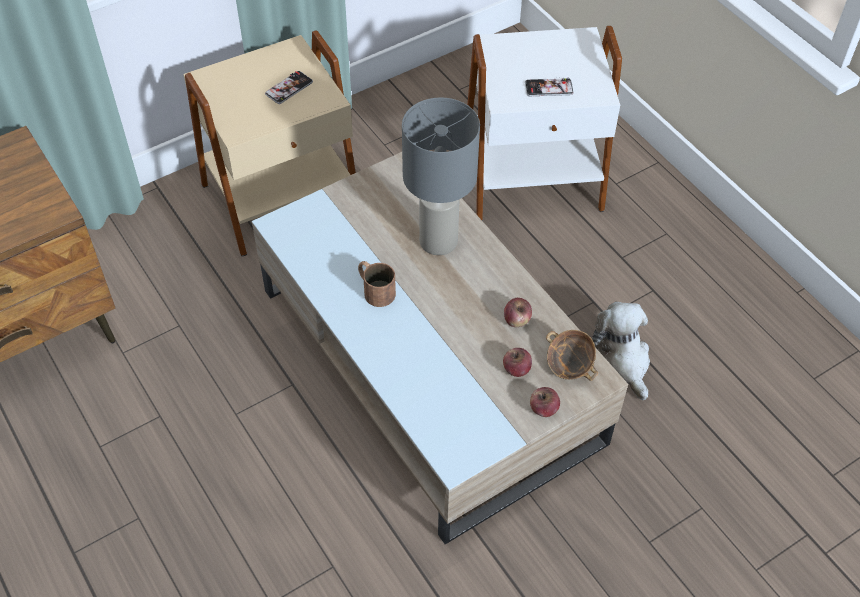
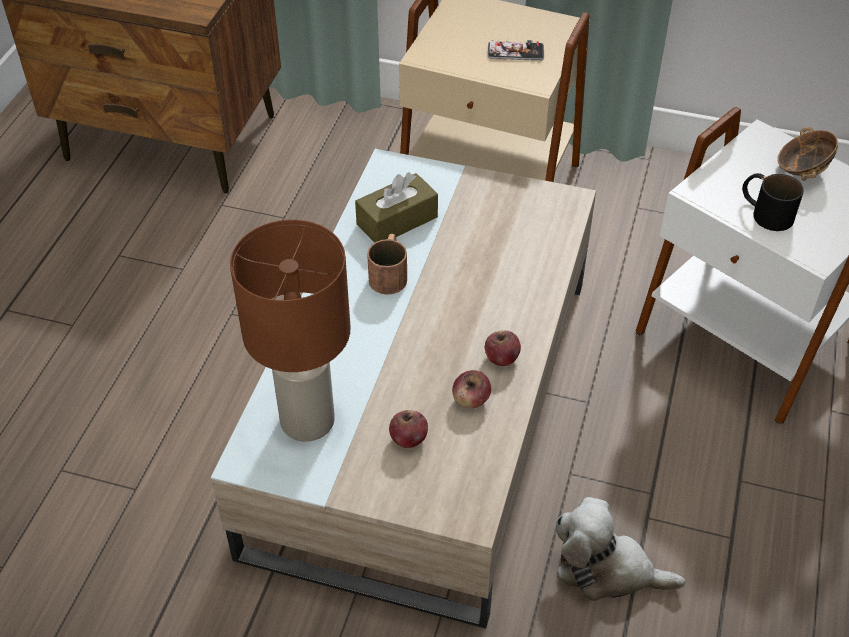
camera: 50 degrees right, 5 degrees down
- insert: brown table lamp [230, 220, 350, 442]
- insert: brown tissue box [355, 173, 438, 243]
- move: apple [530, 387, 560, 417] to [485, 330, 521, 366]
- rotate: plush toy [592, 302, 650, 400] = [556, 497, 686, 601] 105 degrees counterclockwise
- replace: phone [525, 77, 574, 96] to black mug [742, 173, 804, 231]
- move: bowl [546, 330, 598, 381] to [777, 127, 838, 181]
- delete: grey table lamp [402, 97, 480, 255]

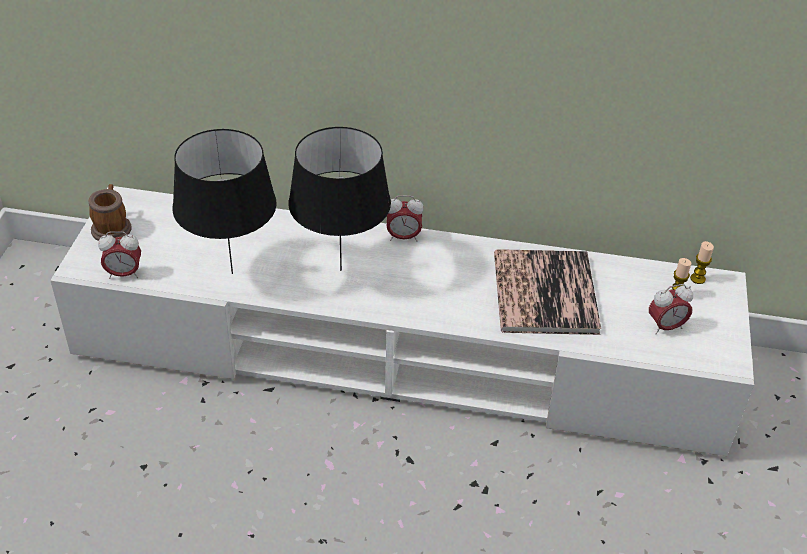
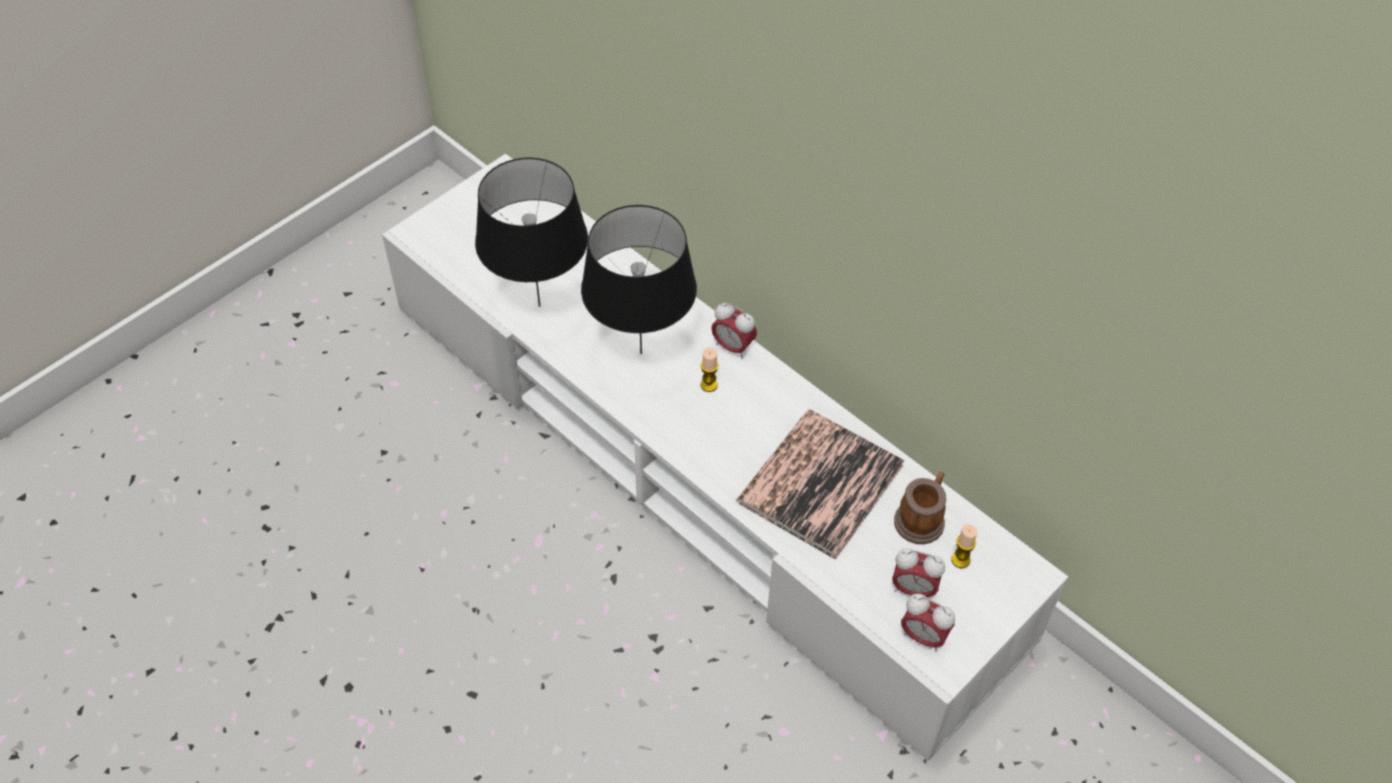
camera: 35 degrees right, 10 degrees up
- move: candle [690, 241, 714, 284] to [700, 347, 719, 392]
- move: mug [89, 184, 132, 241] to [894, 472, 946, 544]
- move: alarm clock [98, 231, 141, 279] to [901, 594, 955, 652]

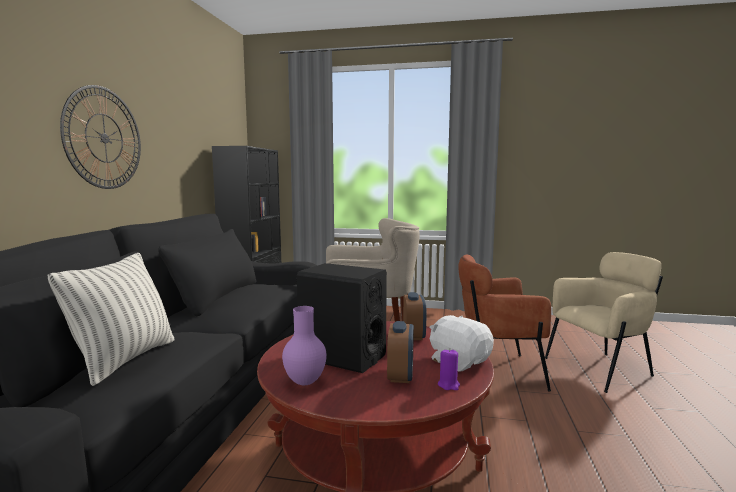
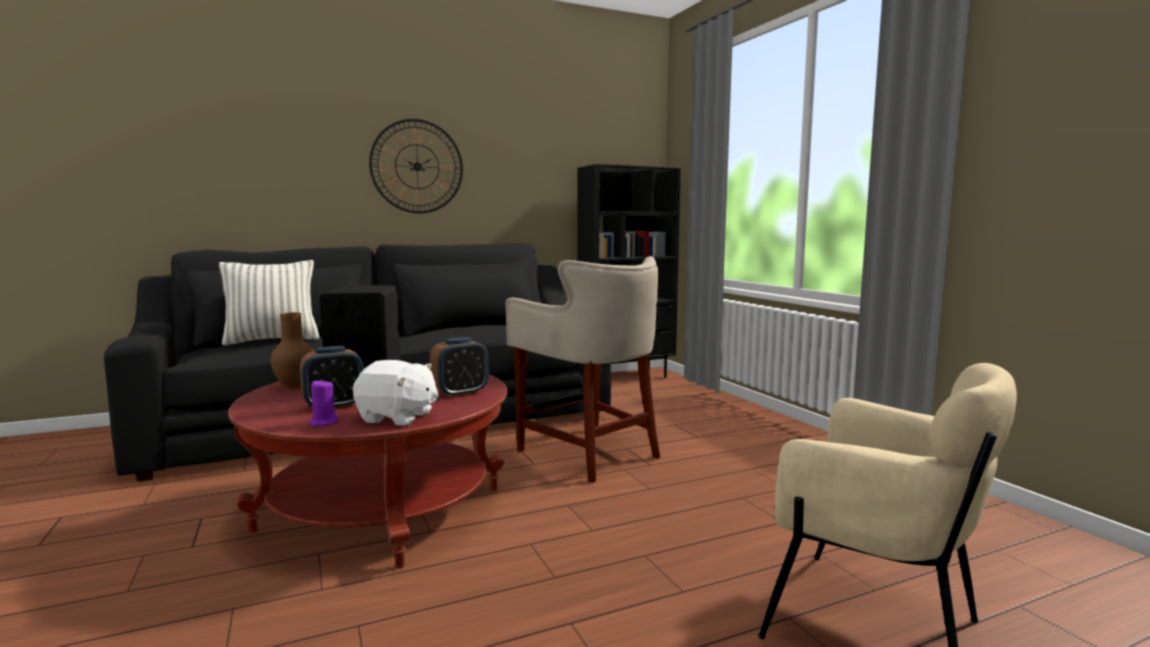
camera: 55 degrees right, 0 degrees up
- recolor: purple vase [282, 306, 327, 385] to brown vase [271, 312, 314, 388]
- rotate: white plush toy [429, 315, 494, 372] = [353, 360, 439, 425] 90 degrees clockwise
- delete: brown armchair [458, 254, 551, 392]

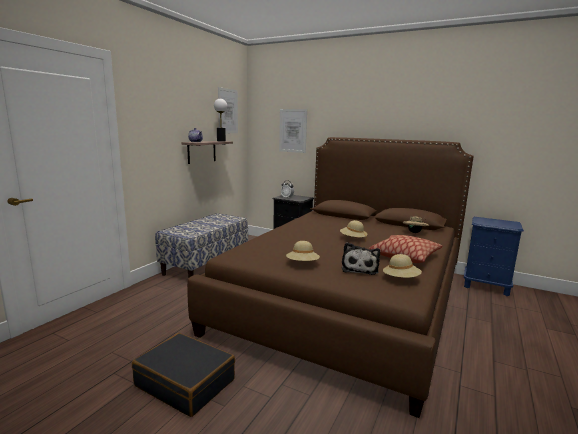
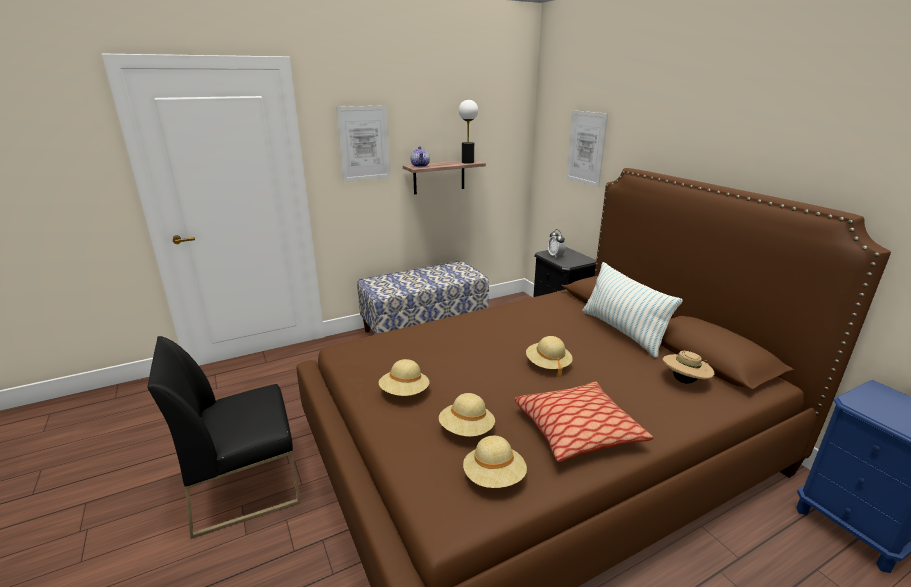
camera: 35 degrees right, 10 degrees up
- replace: black suitcase [132, 333, 235, 417] to black chair [147, 336, 301, 539]
- move: picture [218, 87, 238, 133] to [336, 105, 391, 182]
- replace: plush toy [342, 242, 380, 275] to beige hat [439, 393, 495, 437]
- insert: pillow [583, 262, 683, 358]

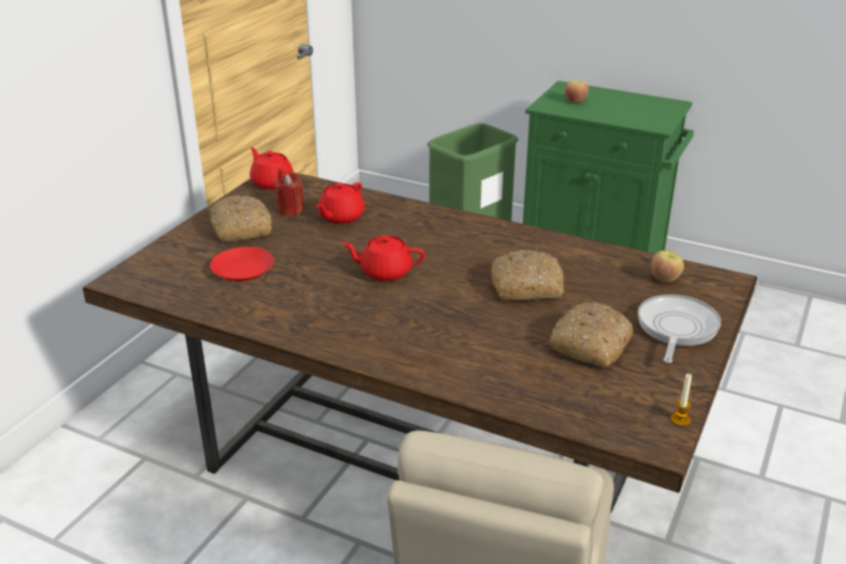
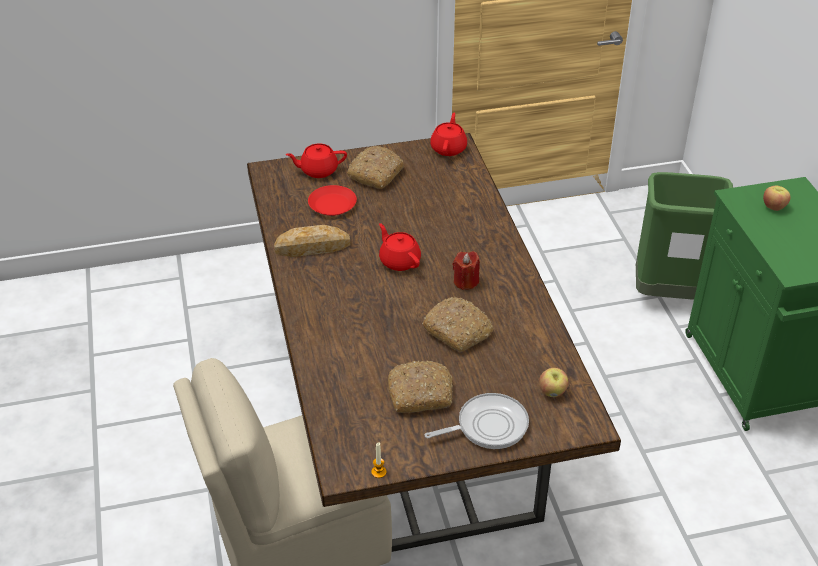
camera: 50 degrees right, 10 degrees up
- insert: bread [274, 225, 350, 257]
- move: red teapot [316, 182, 365, 224] to [285, 143, 347, 178]
- move: red candle [275, 172, 304, 216] to [452, 251, 480, 290]

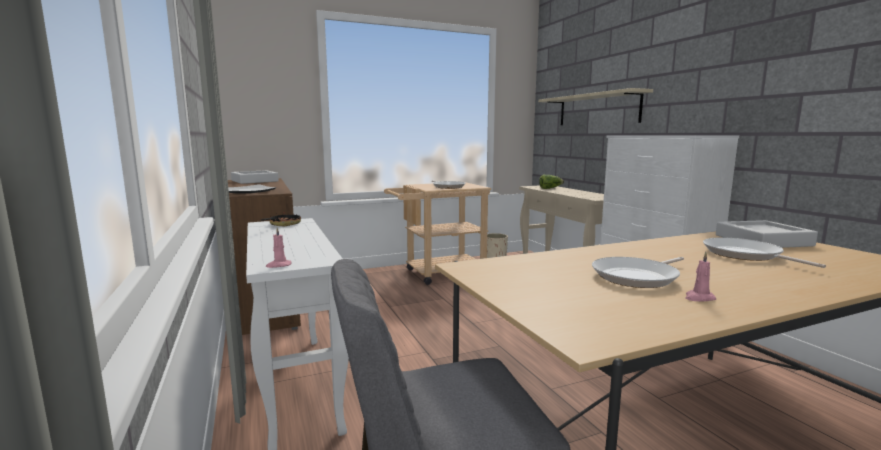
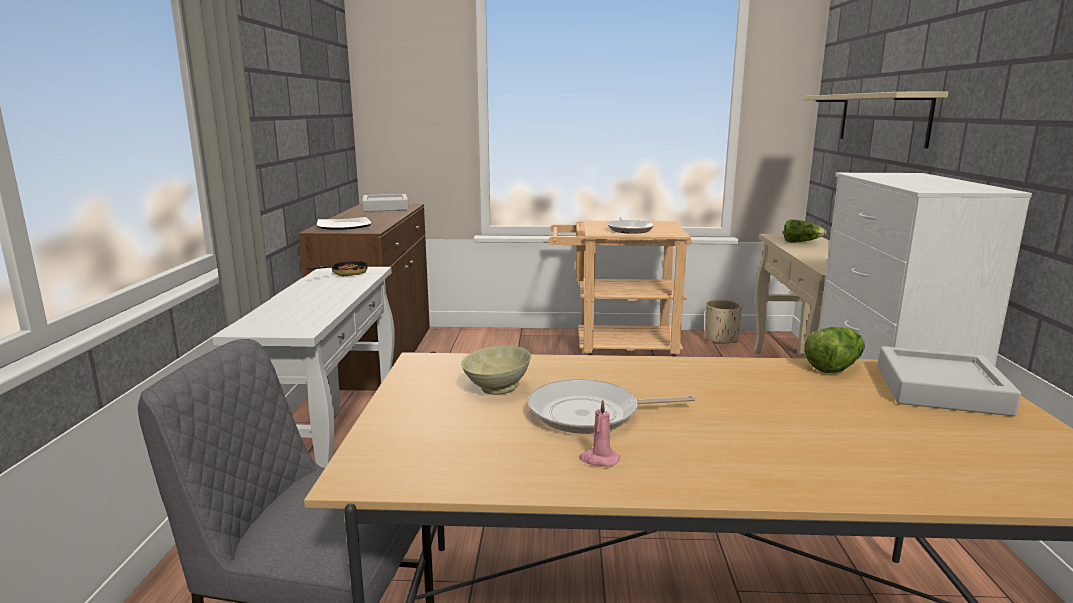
camera: 25 degrees right, 5 degrees up
- insert: beige bowl [461, 345, 531, 395]
- insert: lettuce [804, 327, 865, 373]
- delete: pink candle [266, 227, 291, 268]
- delete: frying pan [703, 237, 826, 268]

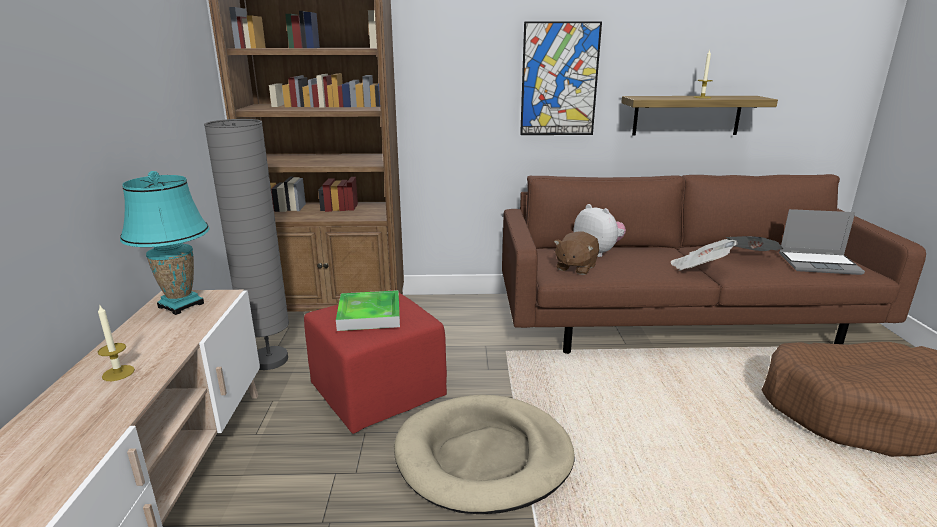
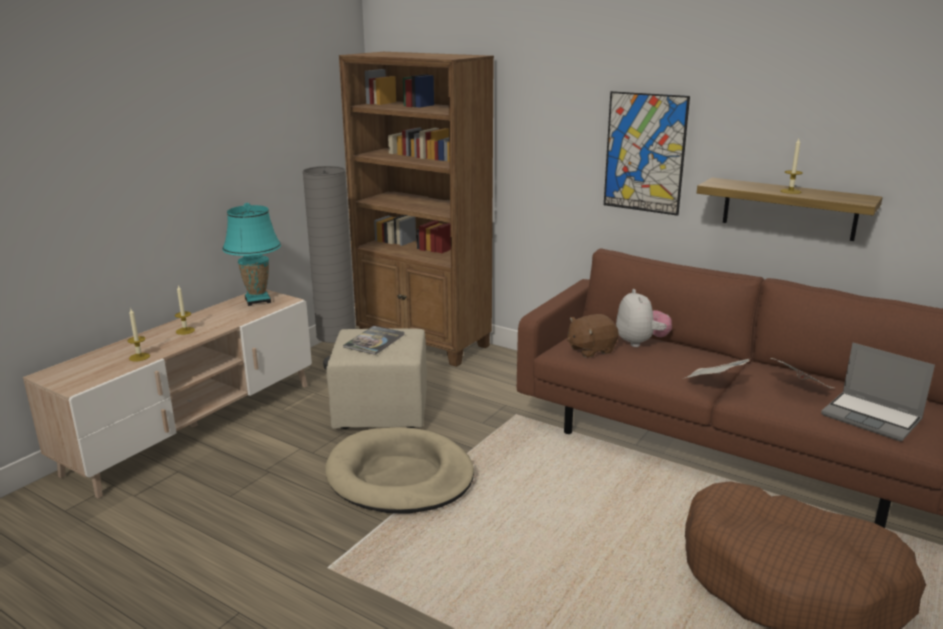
camera: 35 degrees right, 0 degrees up
- insert: candle [127, 309, 150, 362]
- recolor: red ottoman [304, 290, 447, 434] to beige ottoman [326, 329, 427, 429]
- replace: tray [336, 290, 400, 331] to book [343, 326, 405, 355]

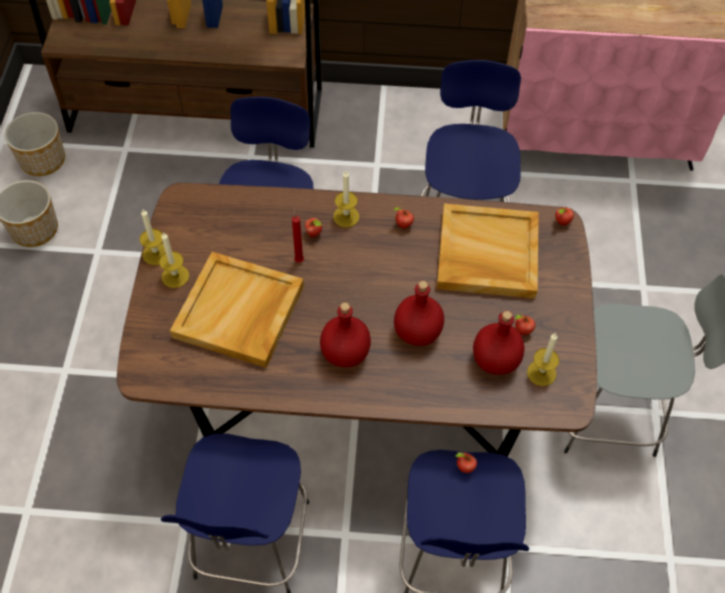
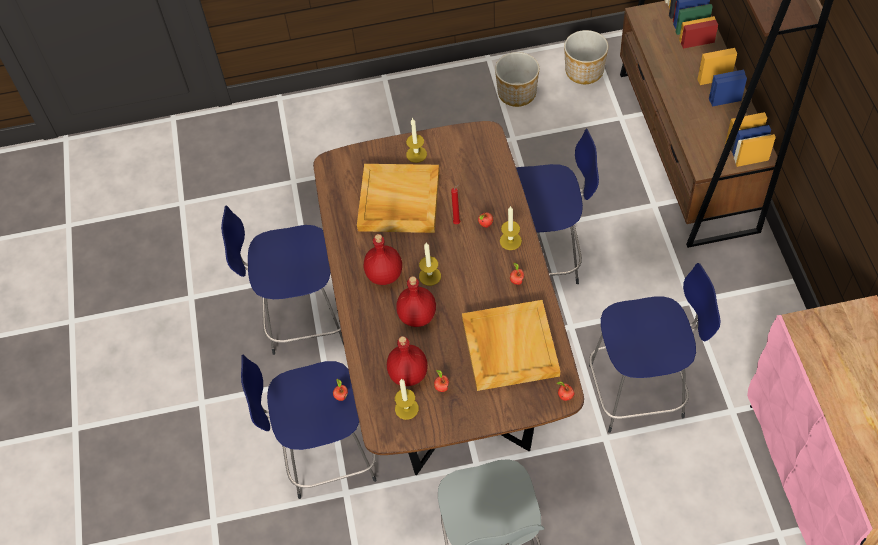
camera: 80 degrees right, 0 degrees up
- move: candle [140, 209, 166, 265] to [419, 243, 441, 286]

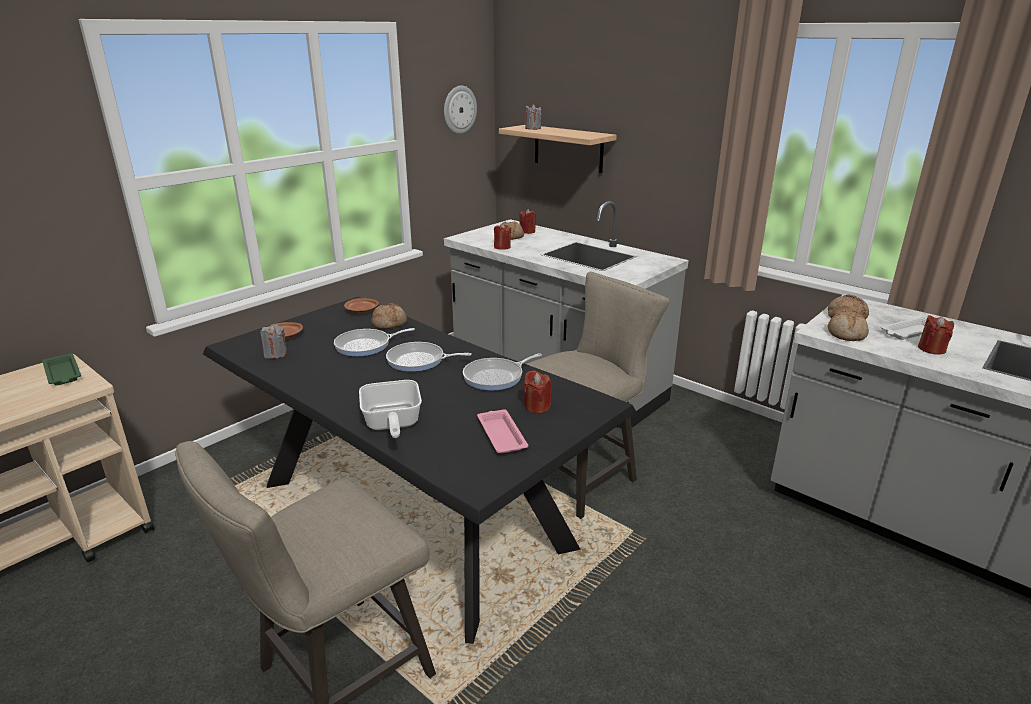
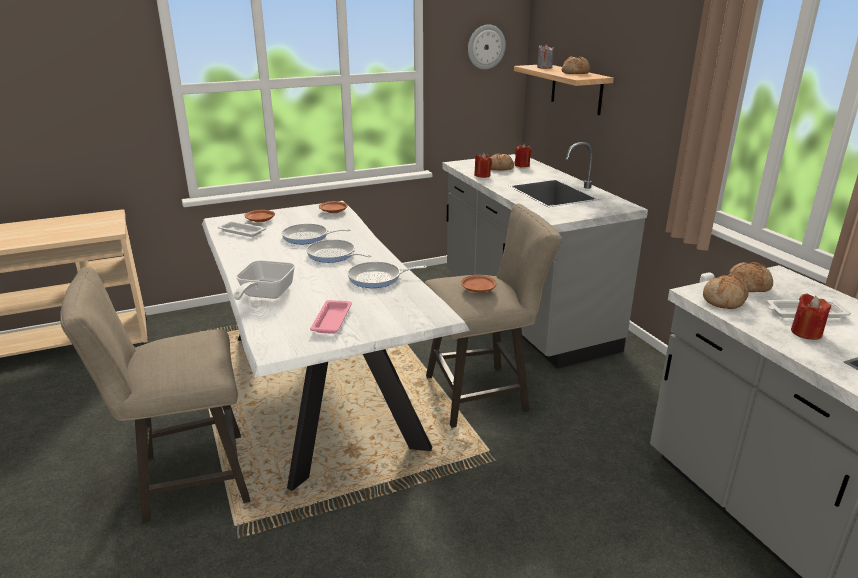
camera: 25 degrees right, 0 degrees up
- recolor: black dining table [203, 297, 636, 644] to white dining table [202, 201, 470, 491]
- replace: grey candle [260, 324, 287, 359] to white tray [217, 221, 266, 237]
- insert: brown plate [461, 275, 497, 292]
- move: bread [371, 303, 407, 329] to [562, 56, 590, 74]
- delete: green tray [42, 353, 81, 386]
- delete: red candle [524, 370, 552, 413]

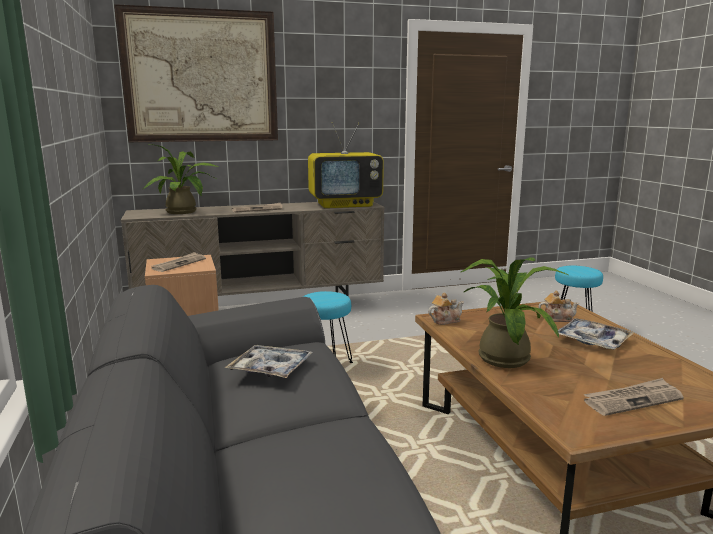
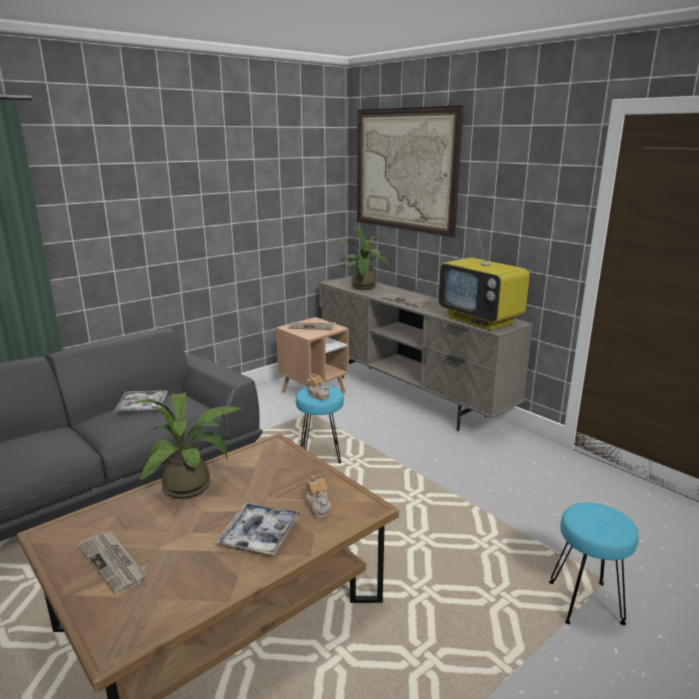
camera: 65 degrees right, 5 degrees up
- move: teapot [428, 293, 464, 325] to [306, 373, 330, 400]

